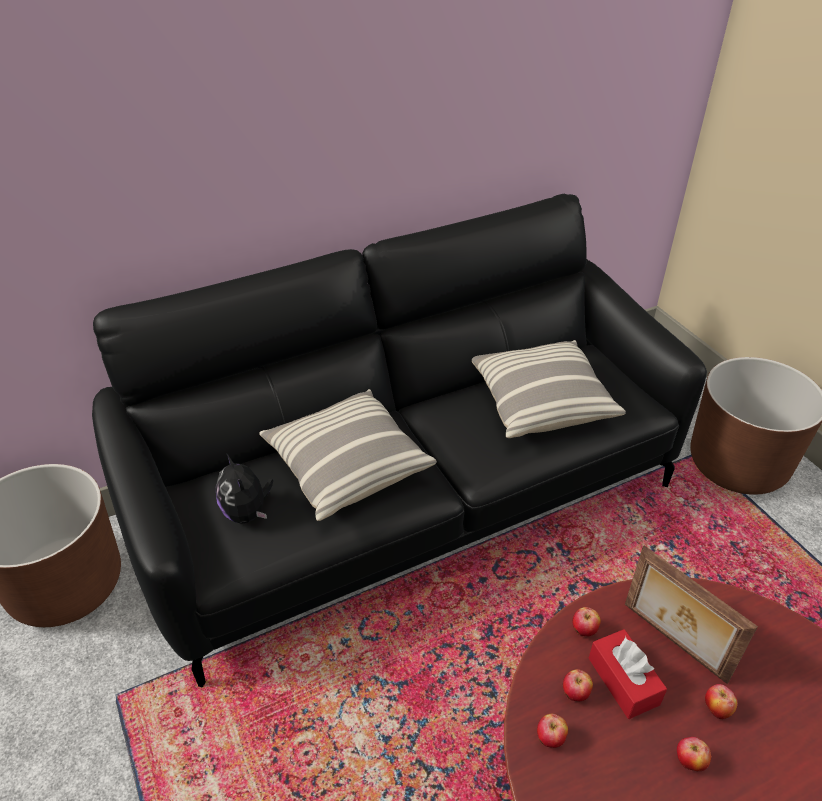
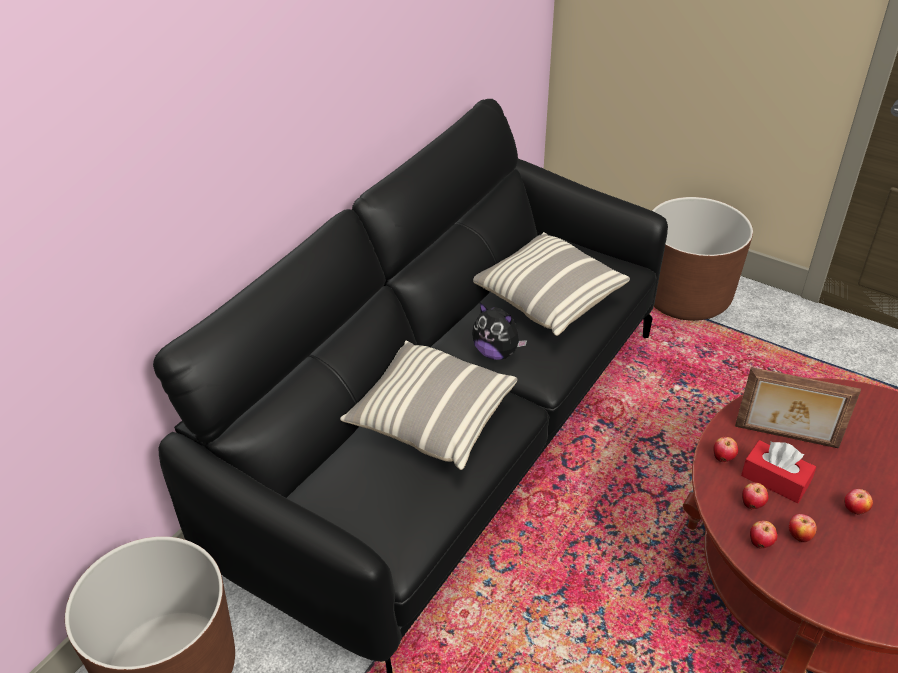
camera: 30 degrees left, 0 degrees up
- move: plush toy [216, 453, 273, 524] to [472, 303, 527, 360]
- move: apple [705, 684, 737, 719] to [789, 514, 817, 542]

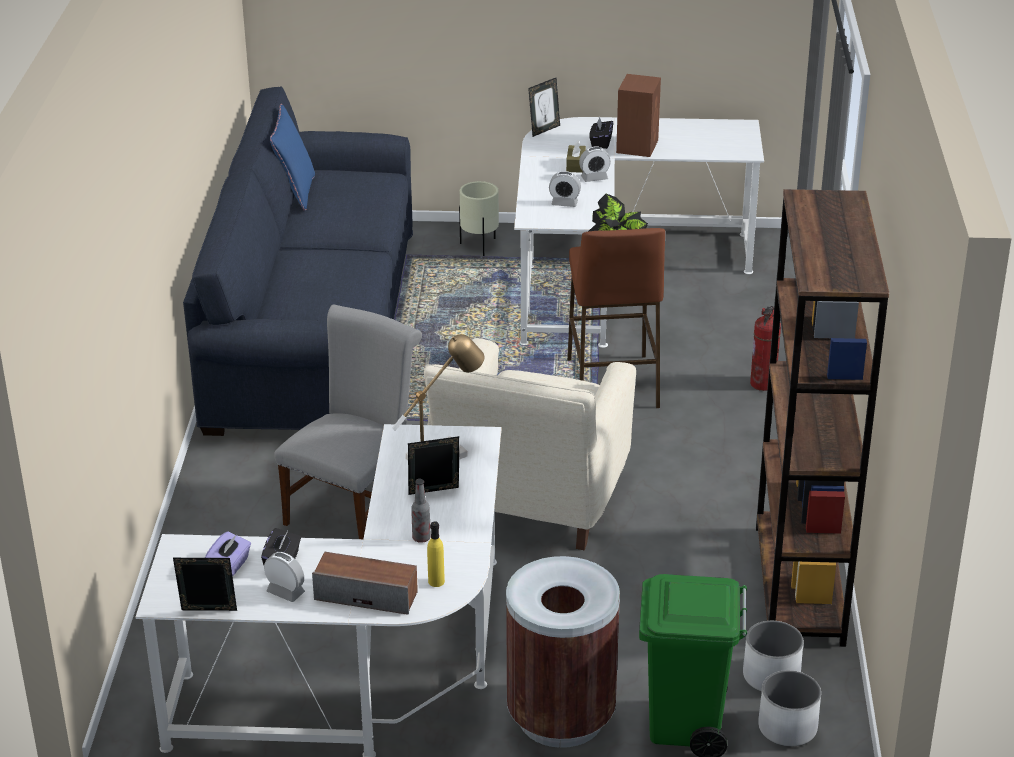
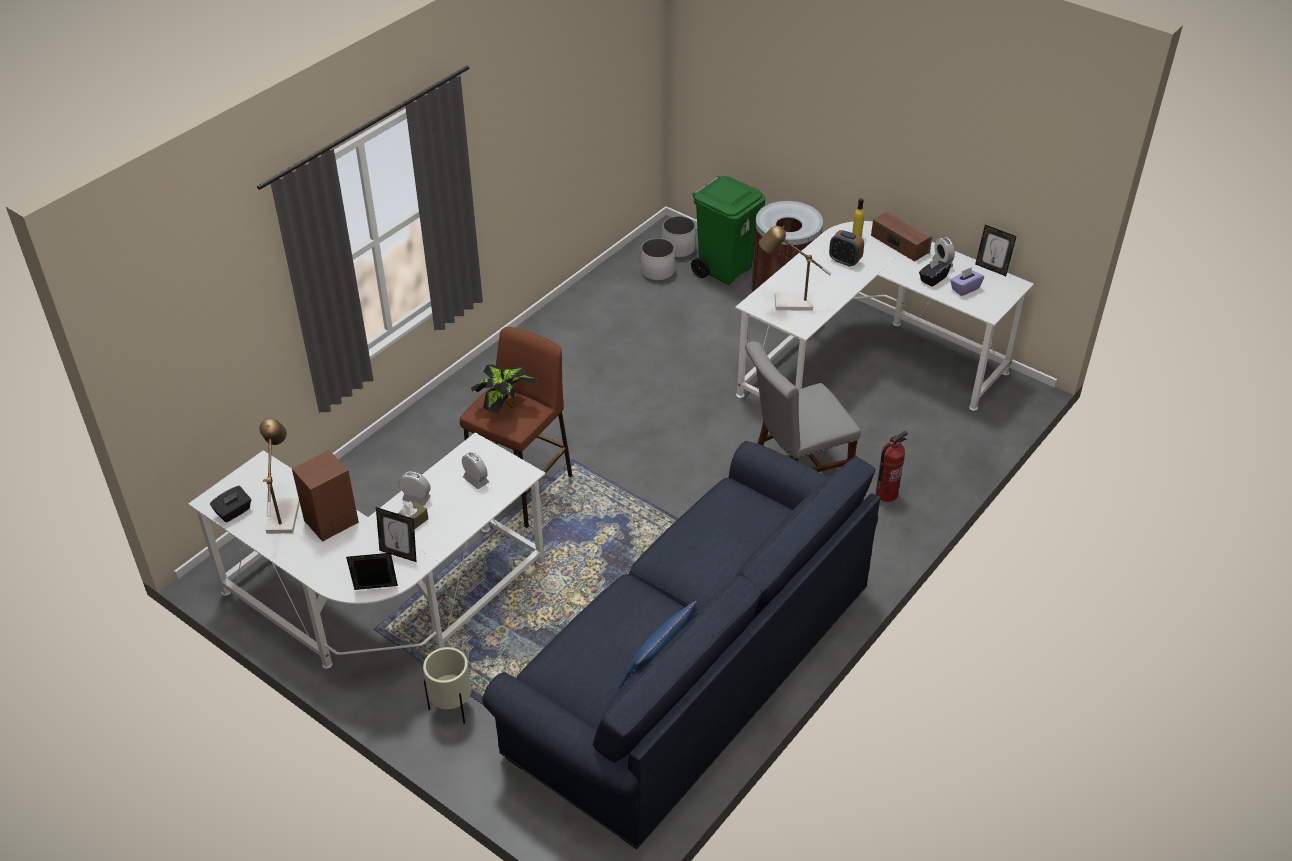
camera: 145 degrees left, 10 degrees up
- move: black tissue box [589, 117, 613, 149] to [210, 486, 251, 523]
- insert: table lamp [259, 418, 300, 534]
- move: picture frame [408, 436, 459, 495] to [376, 507, 416, 562]
- replace: bottle [411, 479, 431, 543] to alarm clock [829, 230, 864, 267]
- move: fire extinguisher [750, 306, 781, 391] to [876, 431, 908, 502]
- delete: beige armchair [424, 338, 636, 550]
- delete: brown bookcase [756, 189, 889, 647]

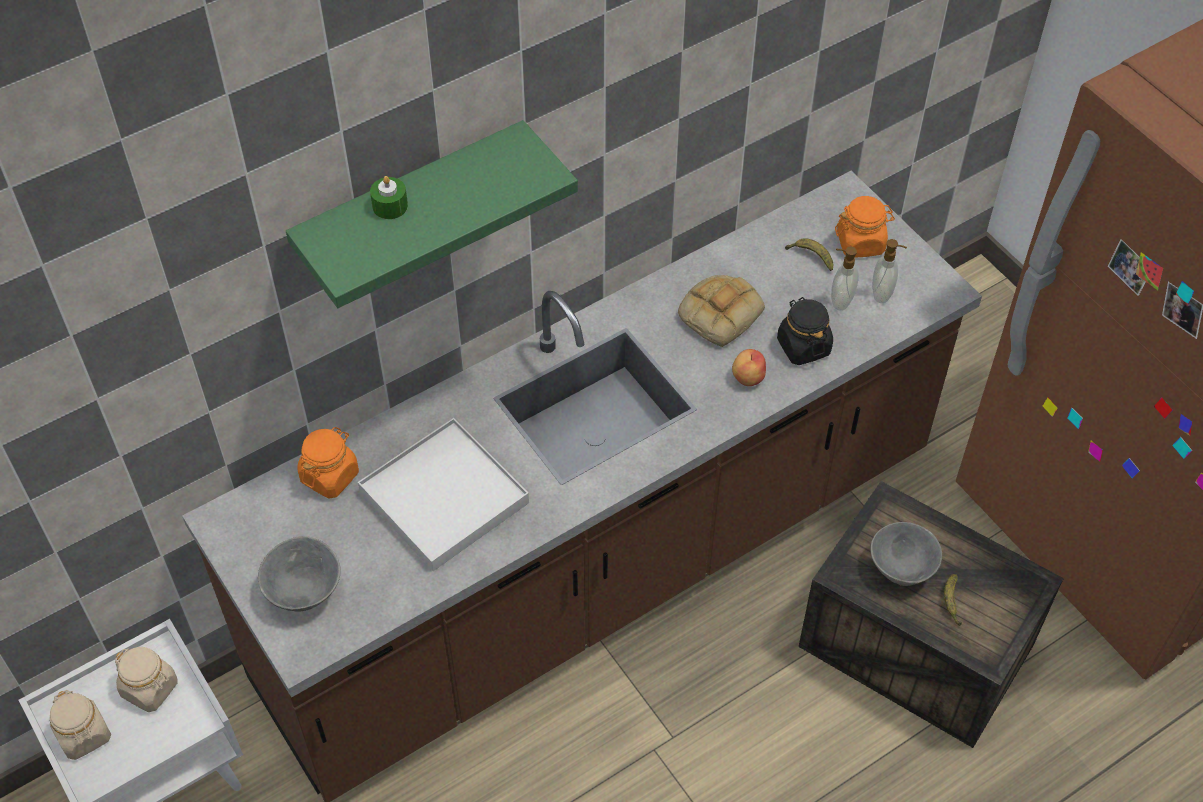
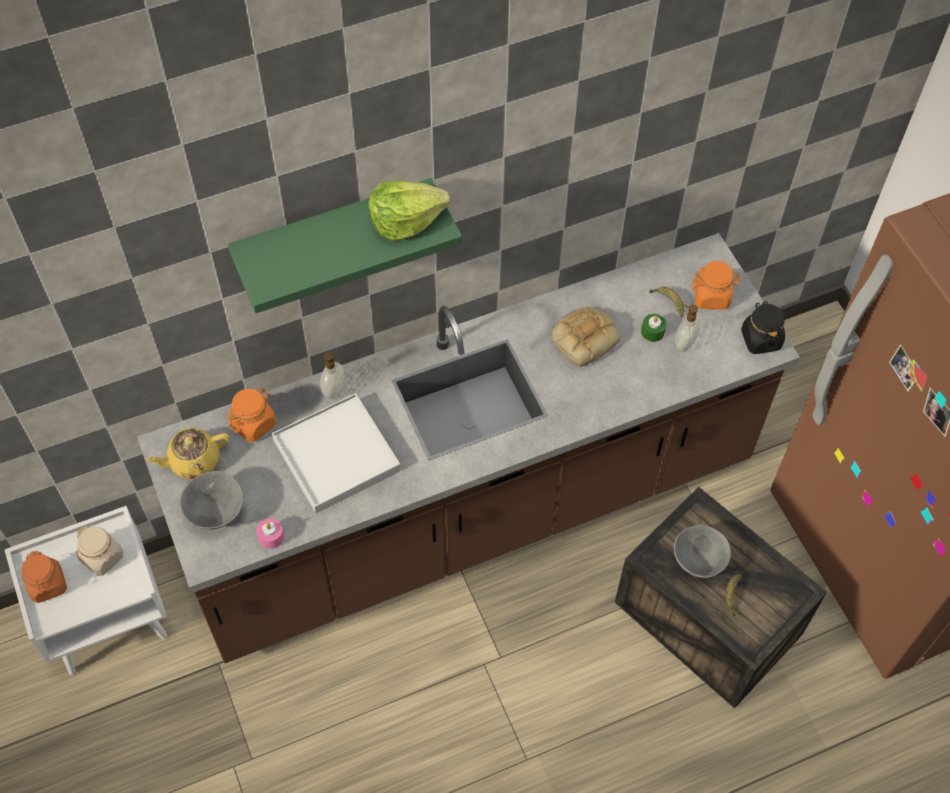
camera: 10 degrees right, 5 degrees up
- recolor: beige jar [50, 690, 111, 760] to orange jar [21, 551, 67, 603]
- insert: yellow teapot [146, 428, 229, 479]
- insert: pink candle [257, 518, 284, 549]
- move: soap dispenser [872, 239, 907, 303] to [320, 352, 344, 399]
- insert: lettuce [368, 180, 450, 241]
- move: green candle [370, 176, 408, 219] to [641, 314, 666, 342]
- move: black jar [777, 297, 833, 365] to [741, 301, 785, 354]
- delete: apple [732, 349, 766, 386]

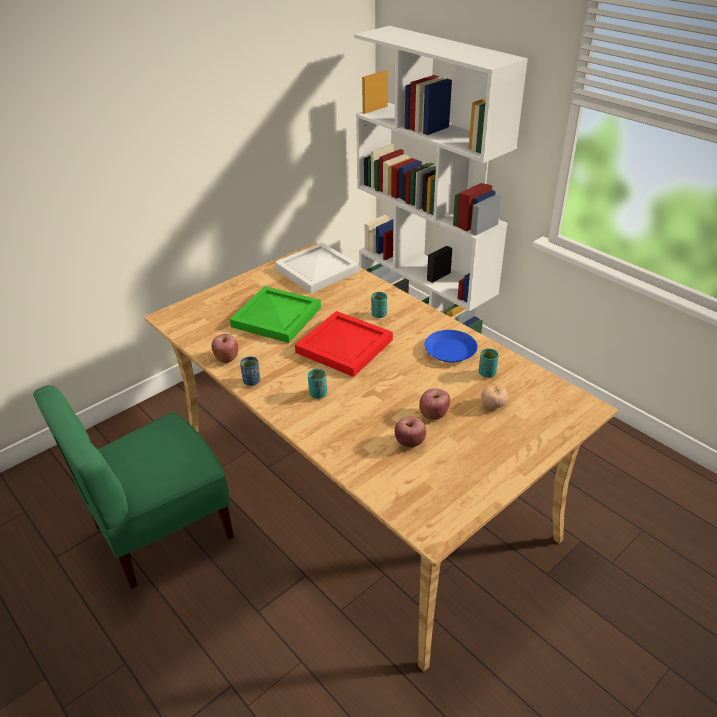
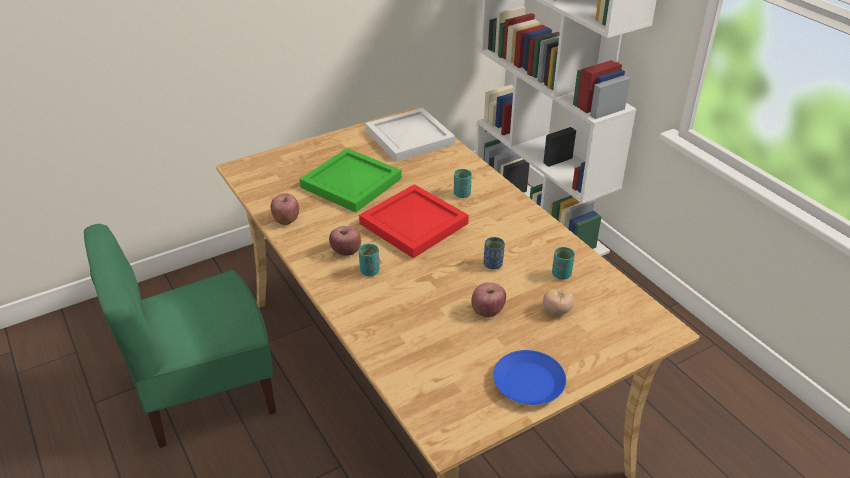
camera: 10 degrees right, 0 degrees up
- move: apple [395, 417, 426, 447] to [329, 226, 361, 256]
- move: blue cup [240, 357, 260, 386] to [484, 237, 505, 269]
- move: blue plate [425, 330, 478, 363] to [493, 350, 566, 405]

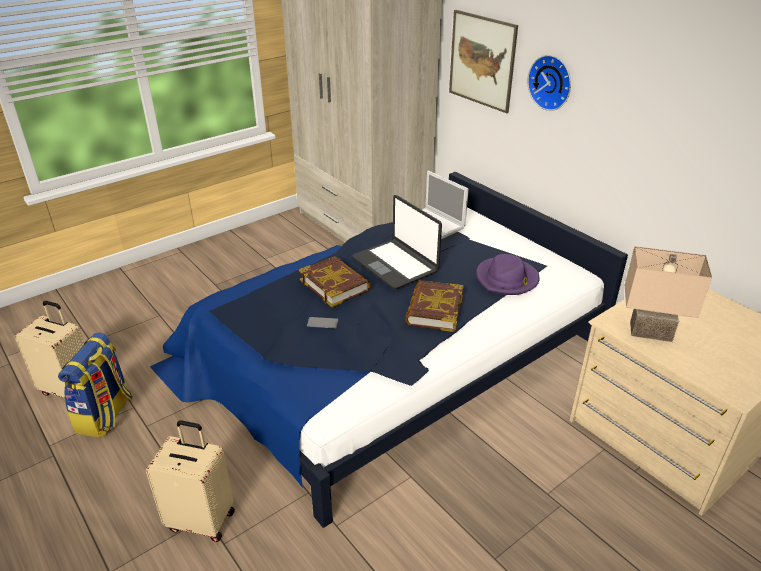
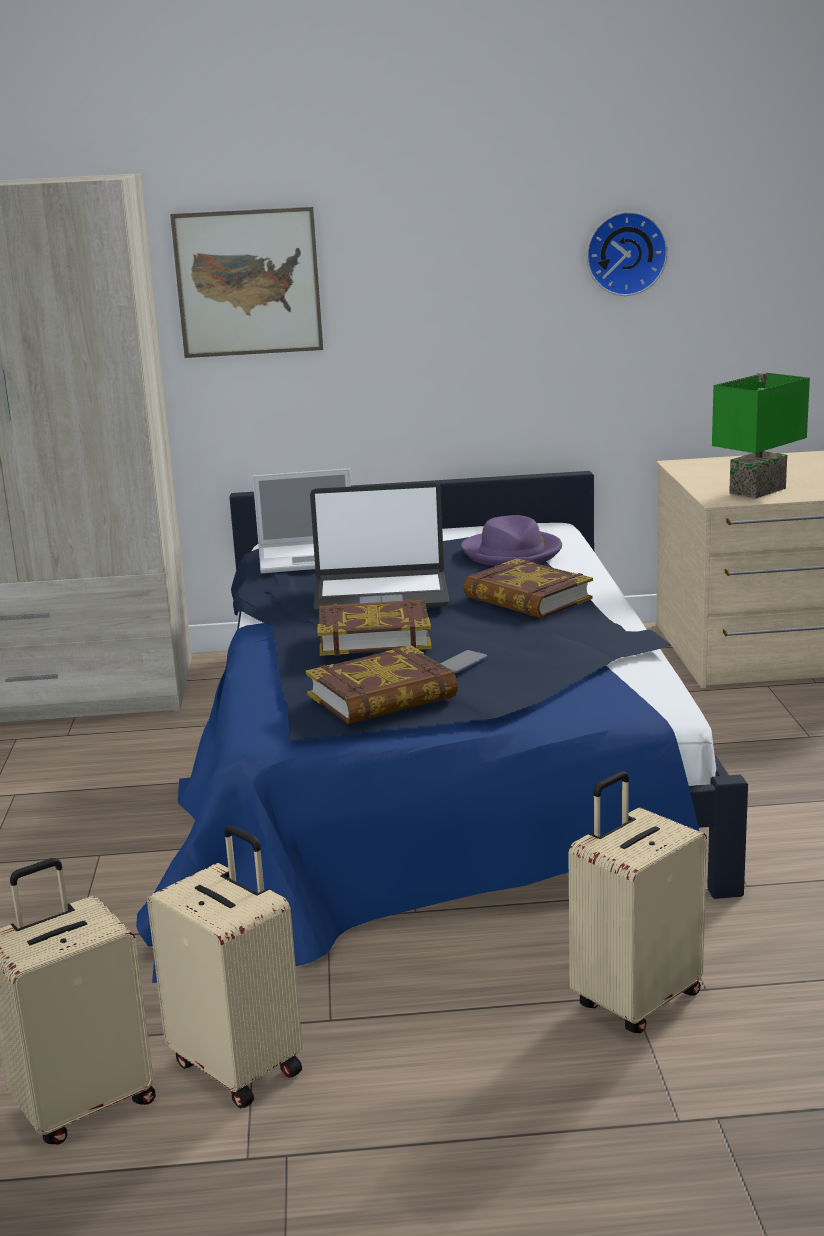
camera: 55 degrees left, 15 degrees down
- replace: backpack [58, 332, 133, 438] to beige suitcase [147, 825, 302, 1109]
- insert: book [306, 645, 458, 724]
- move: wall clock [527, 55, 571, 111] to [586, 211, 668, 296]
- recolor: beige table lamp [625, 246, 712, 342] to green table lamp [712, 372, 810, 499]

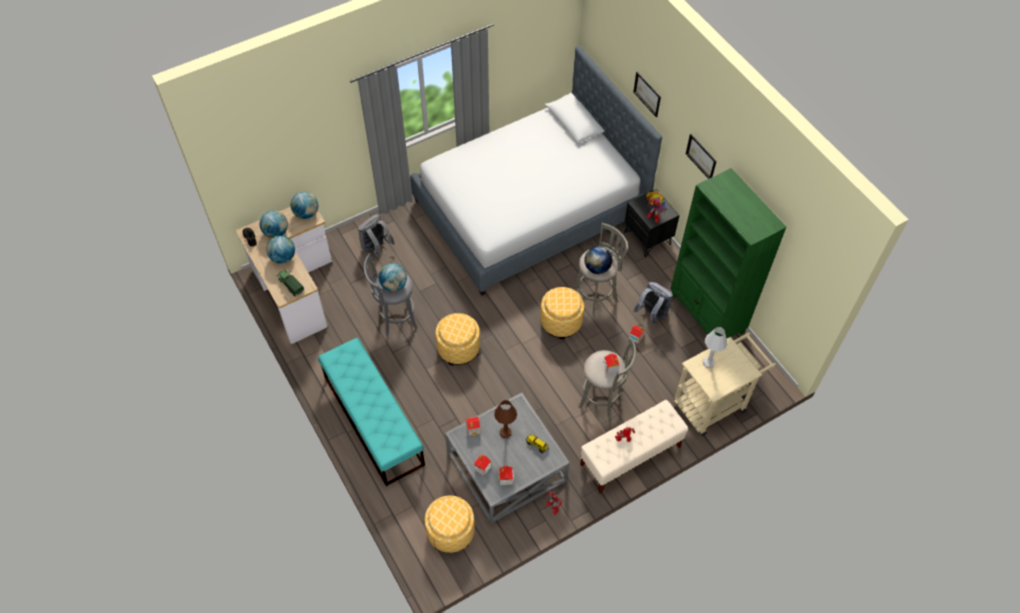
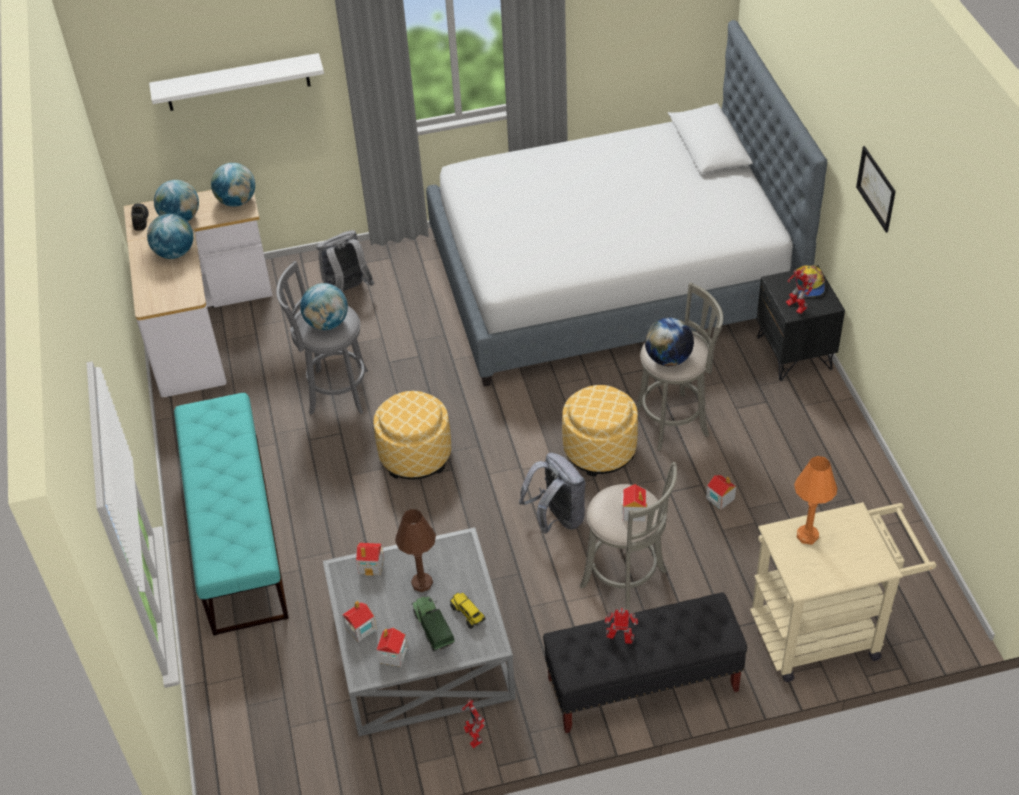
camera: 20 degrees right, 10 degrees down
- insert: white shelf [149, 53, 324, 111]
- move: toy truck [277, 270, 304, 297] to [412, 596, 455, 651]
- move: grey backpack [634, 282, 673, 326] to [519, 453, 586, 534]
- recolor: beige bench [580, 400, 688, 493] to black bench [543, 592, 747, 733]
- recolor: white table lamp [703, 327, 727, 368] to orange table lamp [794, 456, 837, 545]
- delete: ottoman [425, 496, 475, 553]
- delete: picture [633, 72, 661, 117]
- delete: green bookcase [671, 168, 787, 338]

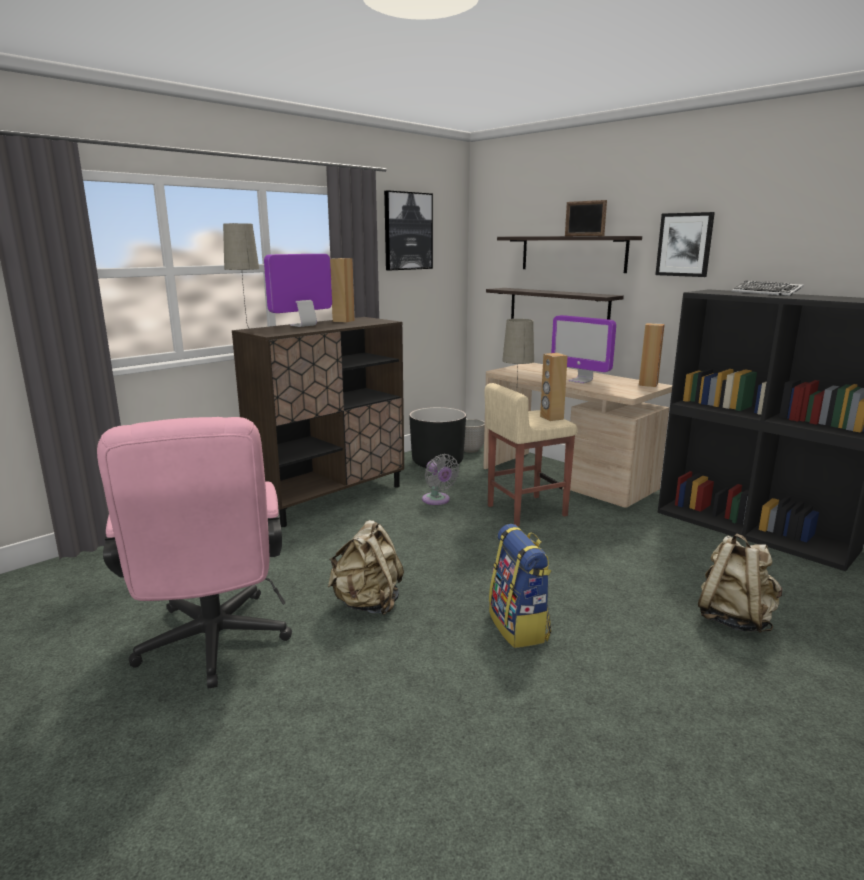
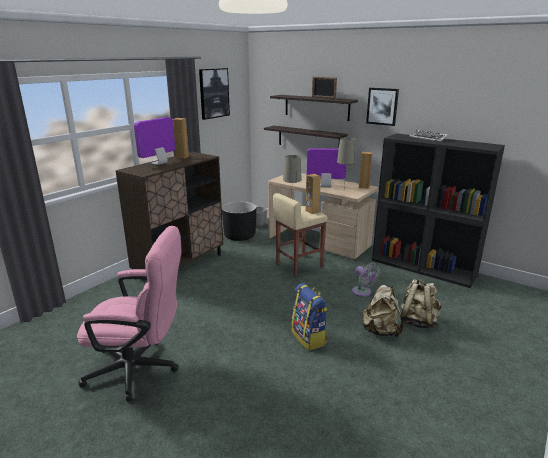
camera: 10 degrees left, 5 degrees up
- rotate: pink office chair [97, 417, 292, 688] = [77, 226, 181, 402] 60 degrees counterclockwise
- rotate: monitor [551, 315, 616, 384] = [307, 148, 346, 187] 150 degrees clockwise
- move: beige table lamp [223, 223, 259, 328] to [337, 138, 355, 192]
- move: grey fan [422, 454, 459, 505] to [352, 263, 380, 297]
- move: beige backpack [328, 520, 404, 615] to [362, 285, 404, 337]

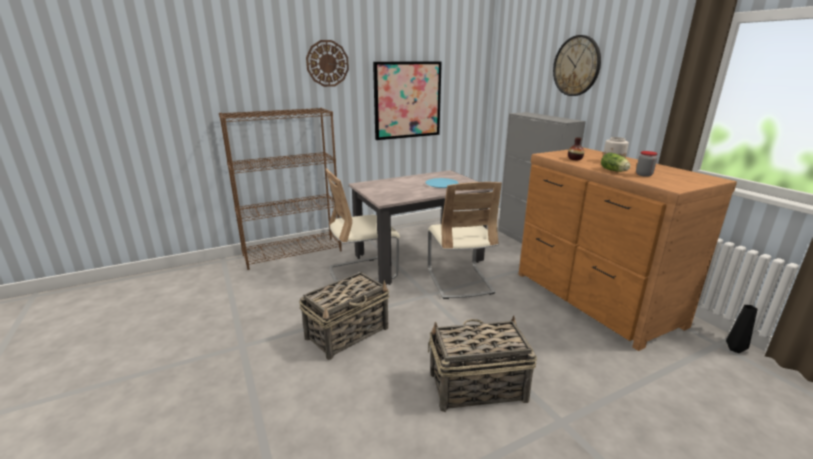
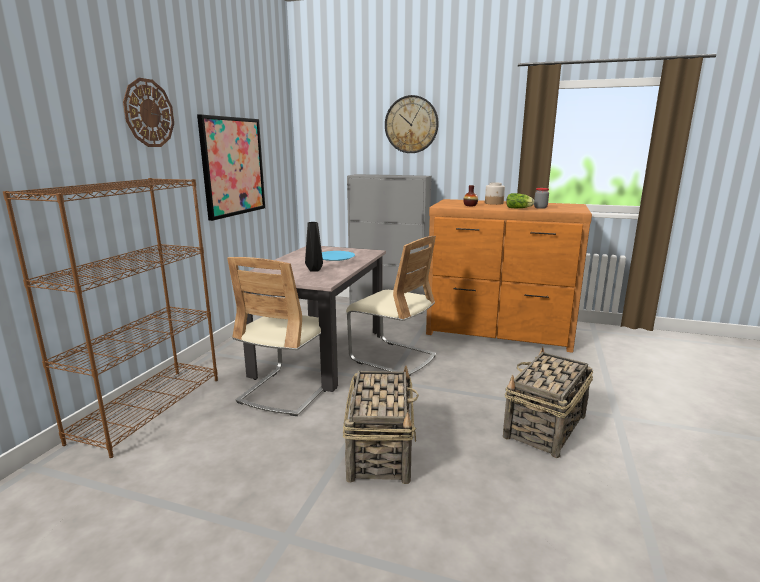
camera: 45 degrees left, 5 degrees down
- move: black vase [726, 305, 758, 353] to [305, 222, 323, 272]

